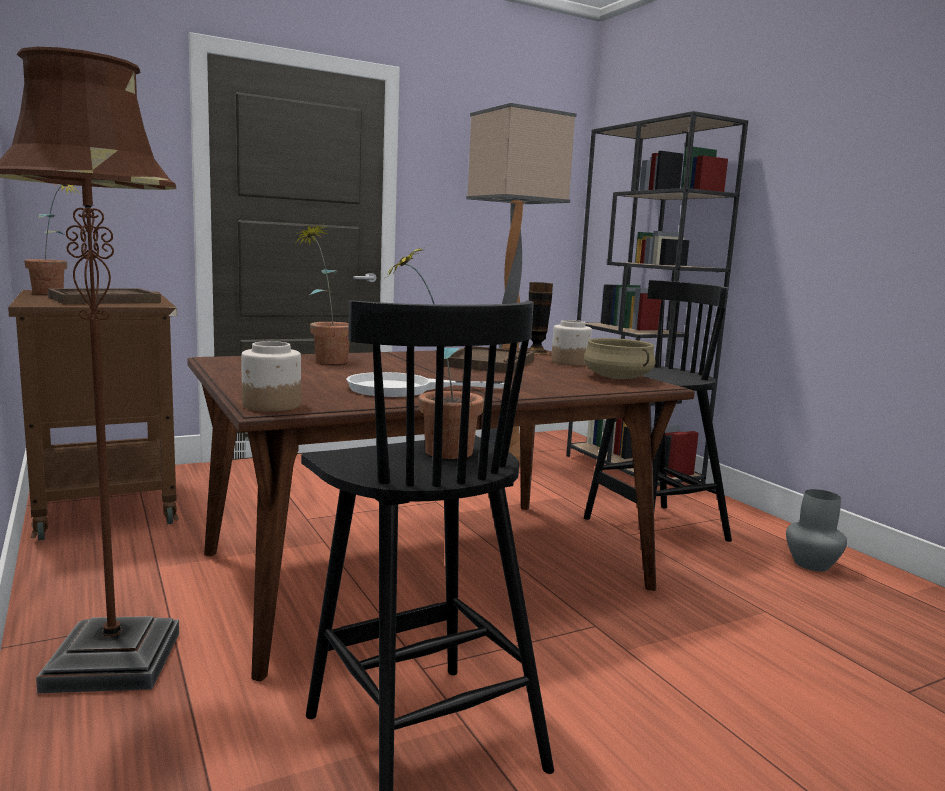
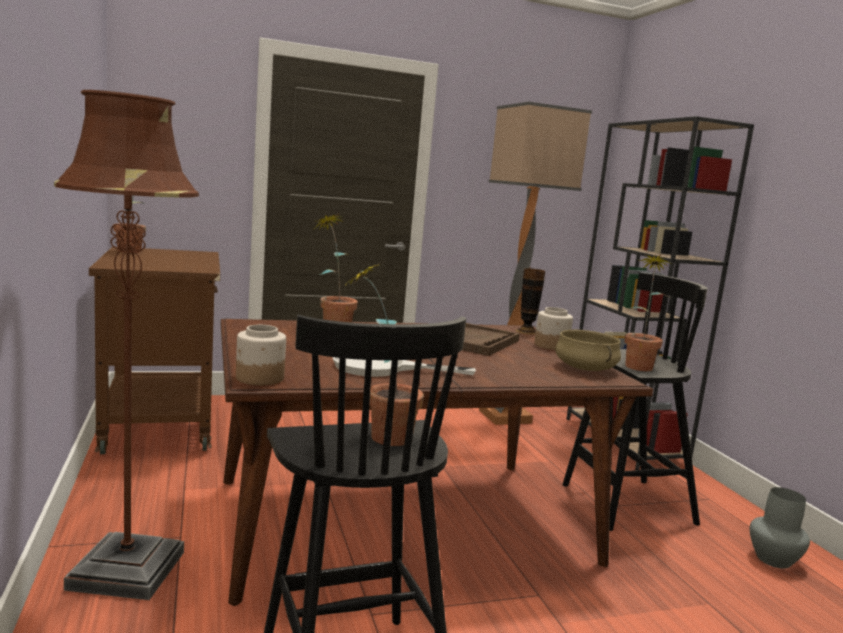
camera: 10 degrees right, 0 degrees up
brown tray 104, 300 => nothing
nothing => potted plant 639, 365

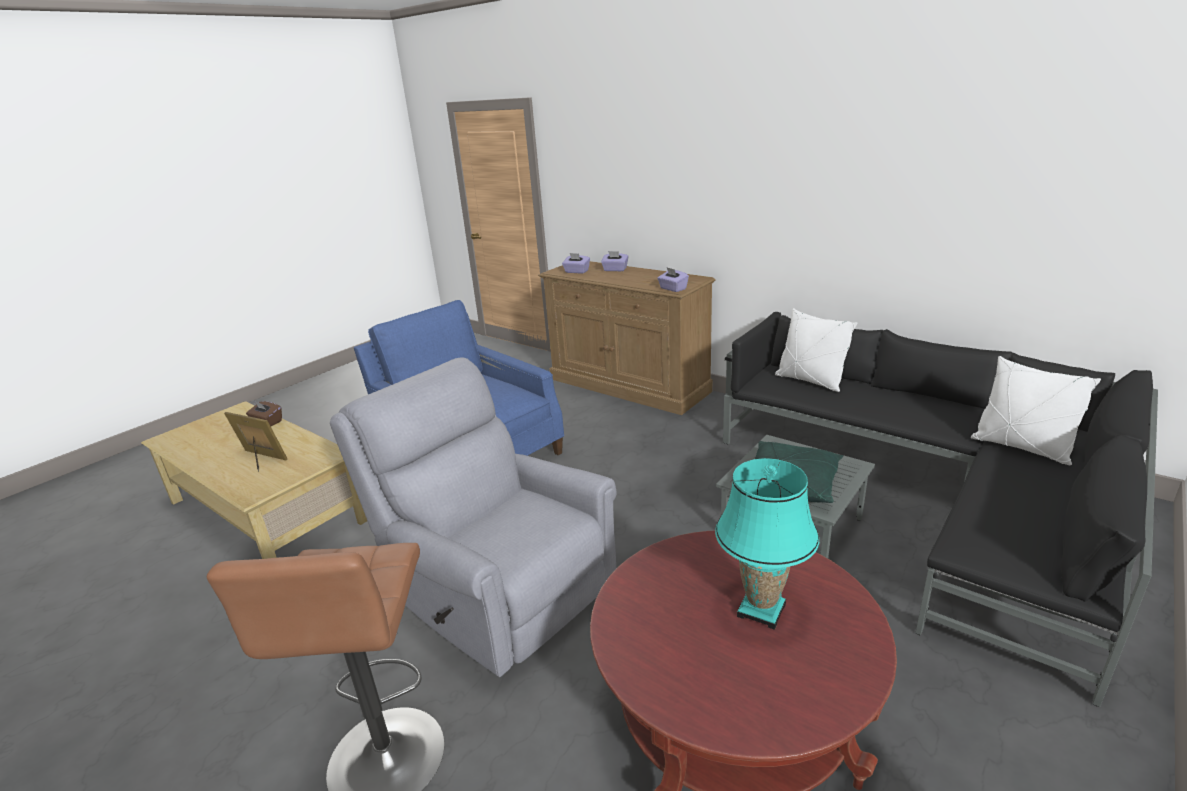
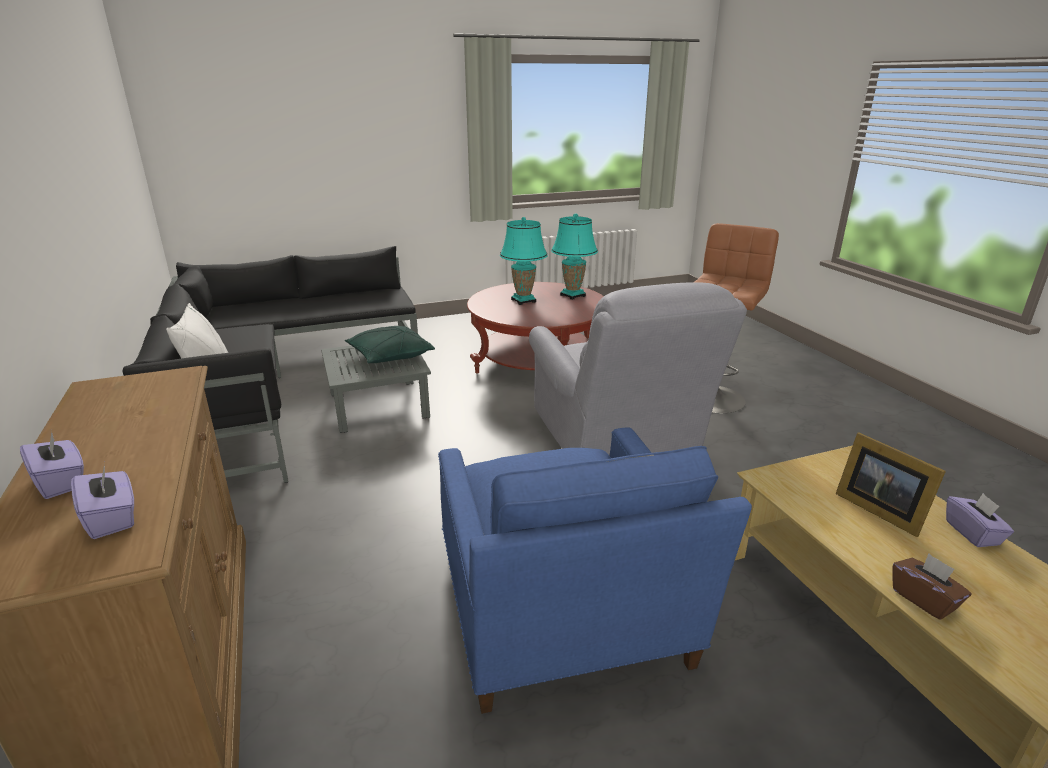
camera: 150 degrees left, 0 degrees up
white pillow 1021, 447 => nothing
nothing => turquoise table lamp 572, 295
purple tissue box 672, 289 => purple tissue box 973, 533, move

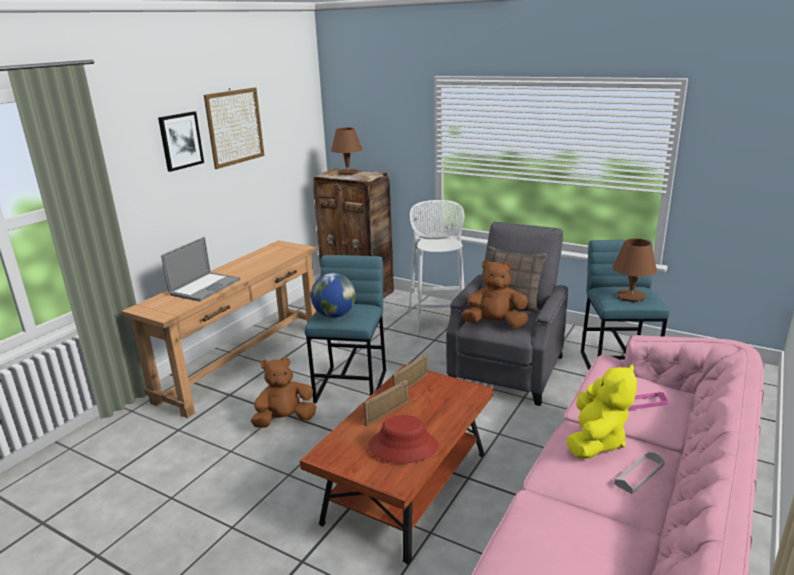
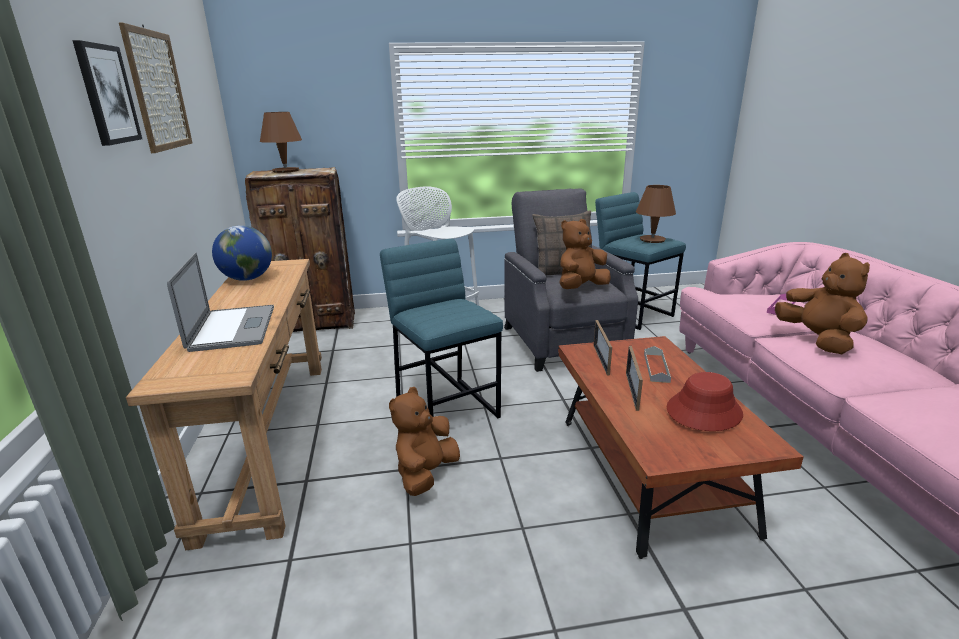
camera: 40 degrees left, 0 degrees up
globe 334, 315 => globe 247, 279, move
grey tray 639, 474 => grey tray 656, 367, move
yellow plush toy 596, 441 => brown plush toy 817, 340

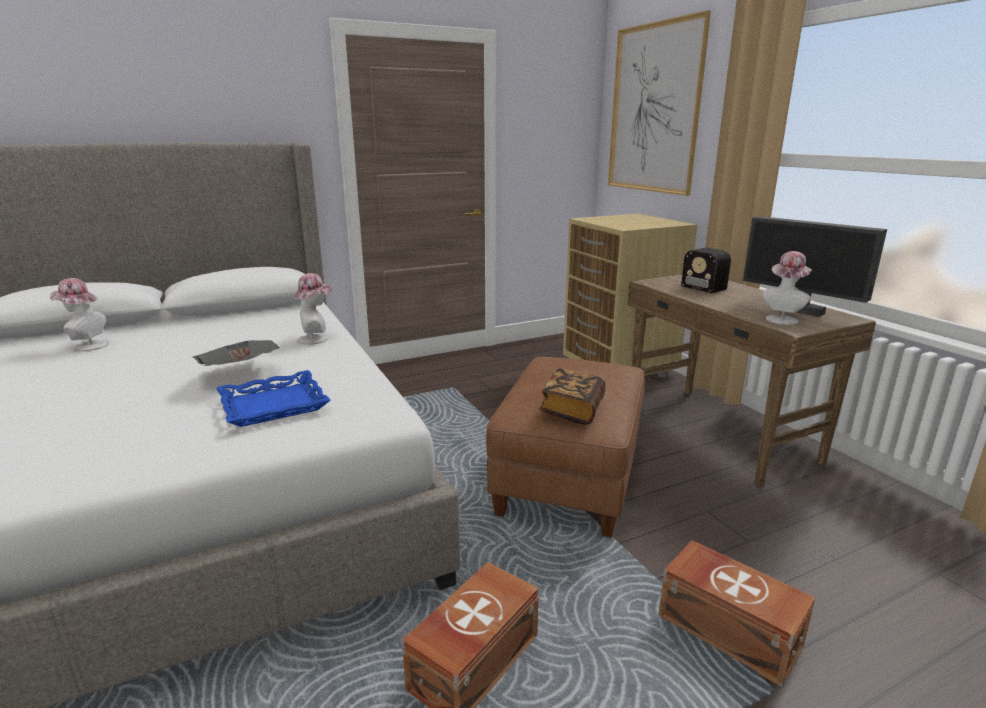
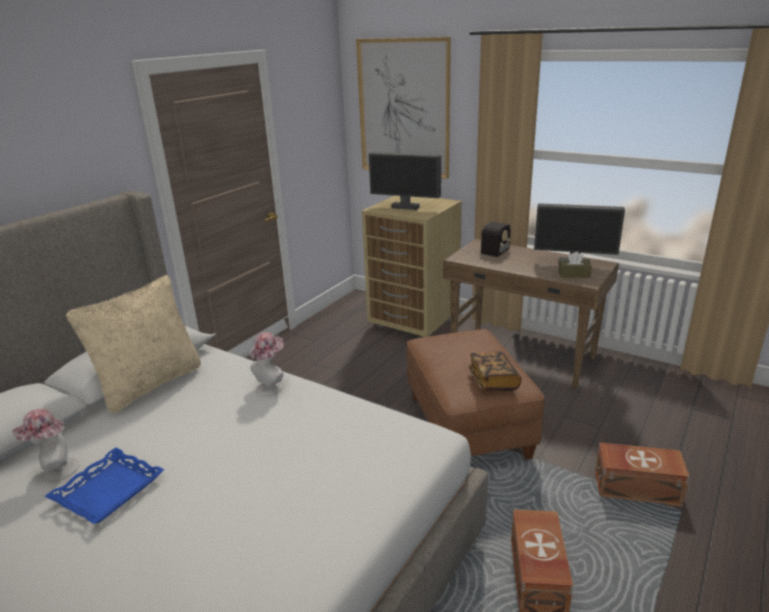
camera: 30 degrees left, 5 degrees up
newspaper 241, 374 => nothing
nothing => beige pillow 152, 385
nothing => monitor 405, 207
blue tray 273, 405 => blue tray 108, 491, move
hat 782, 319 => brown tissue box 574, 274
radio 693, 285 => radio 488, 254, 75 degrees counterclockwise

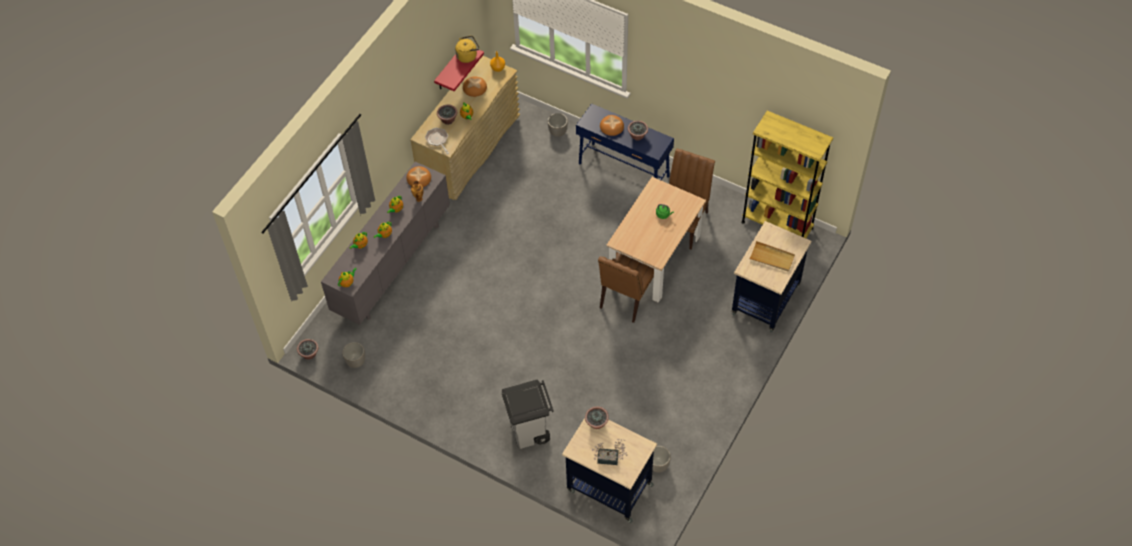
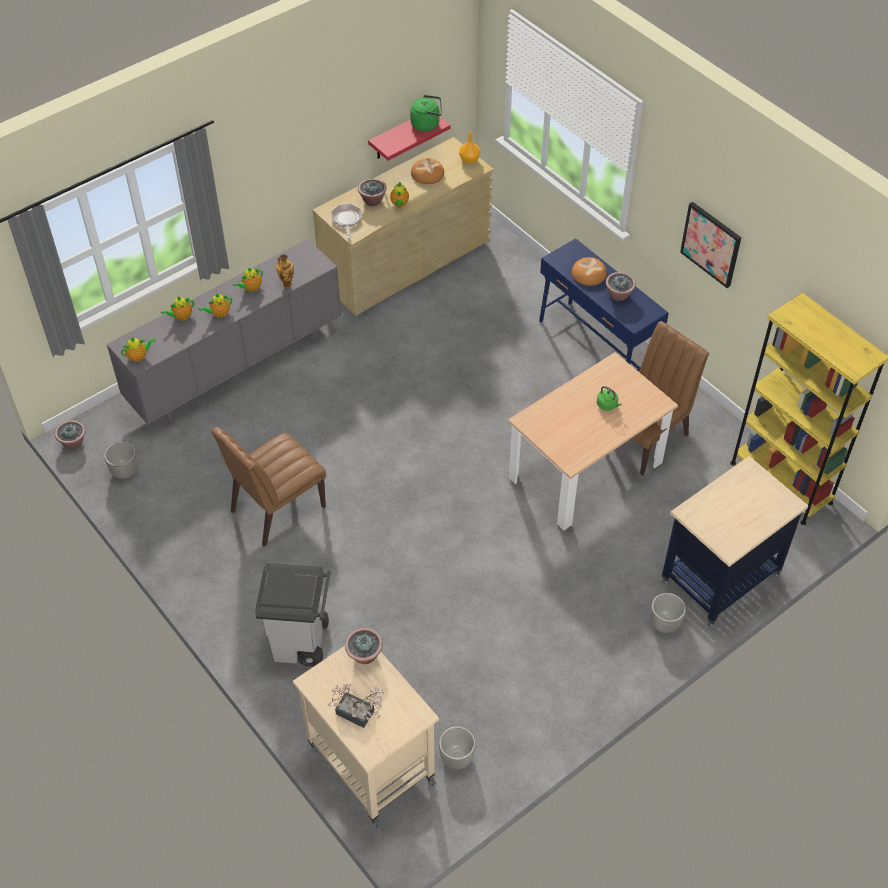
camera: 20 degrees right, 5 degrees down
bread 418, 178 => nothing
beige tray 772, 258 => nothing
nothing => picture 711, 244
planter 558, 132 => planter 665, 624, move
brown chair 628, 295 => brown chair 278, 508, move
yellow kettle 468, 56 => green kettle 427, 124
blue cart 609, 488 => beige cart 370, 764

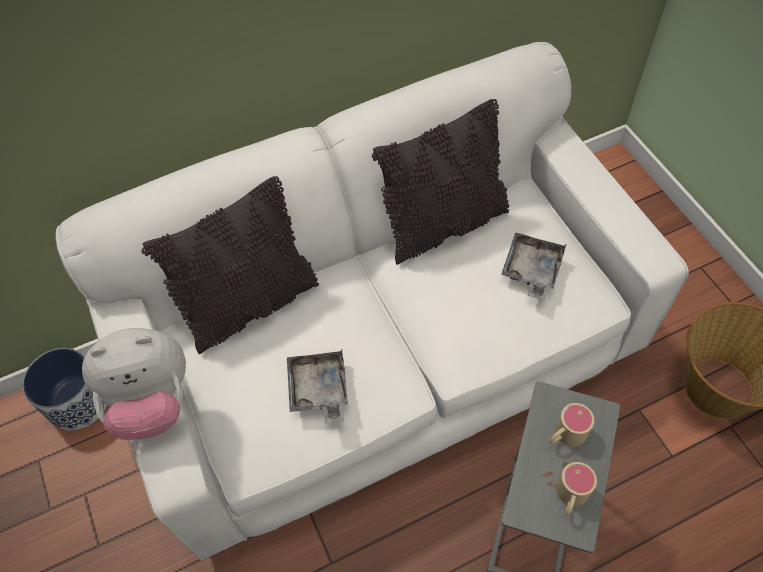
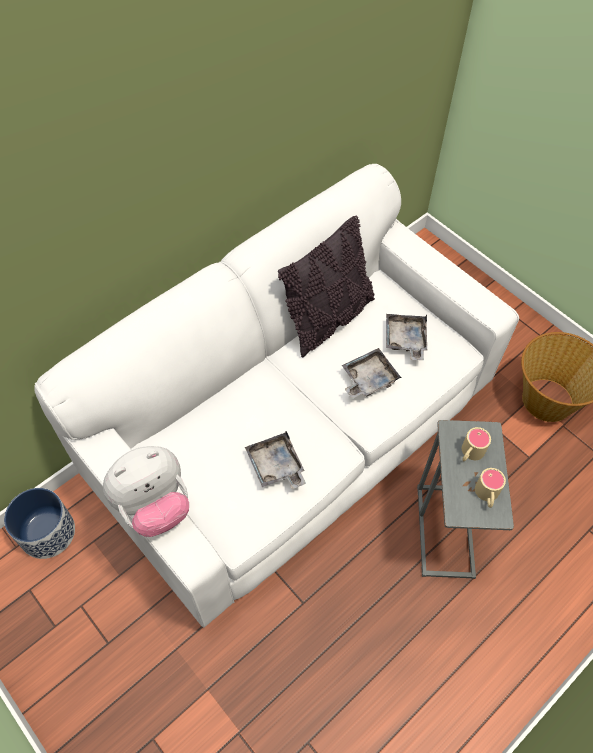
camera: 20 degrees left, 0 degrees up
black pillow 250, 304 => nothing
nothing => grey tray 368, 379

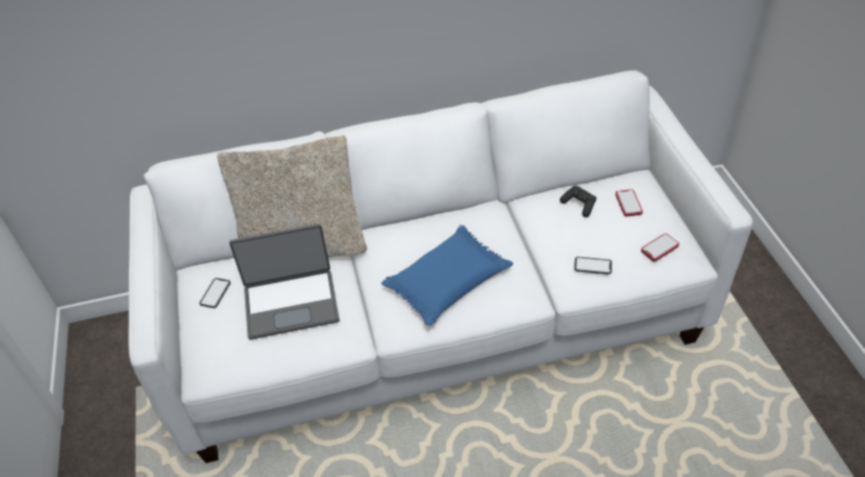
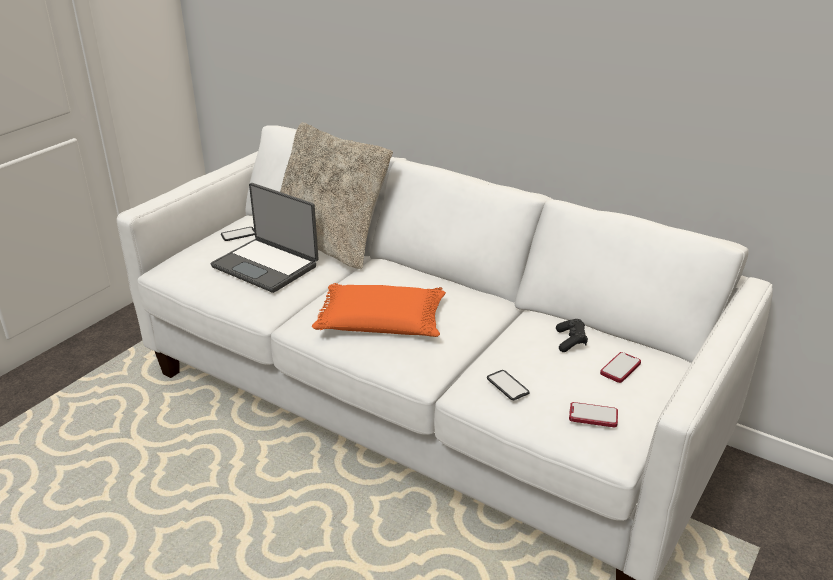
camera: 45 degrees right, 15 degrees down
blue pillow 447, 279 => orange pillow 381, 318

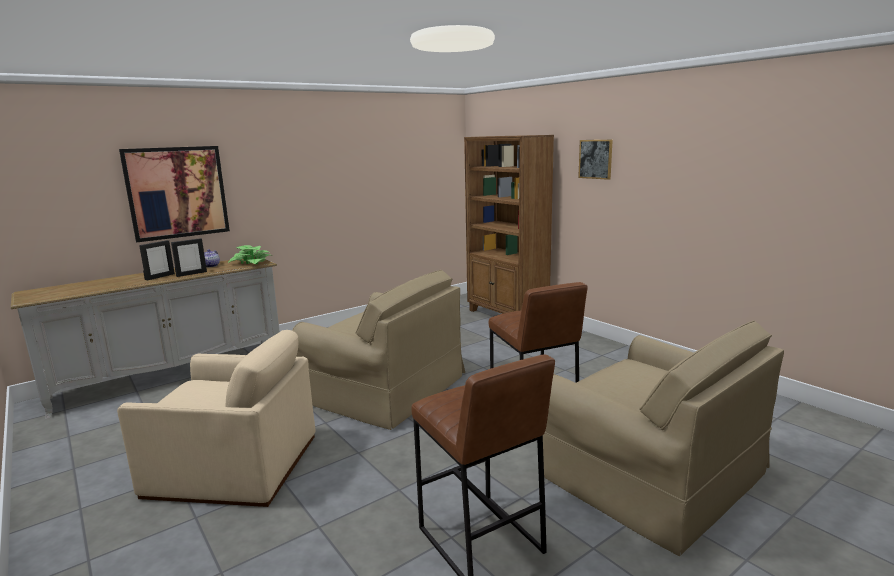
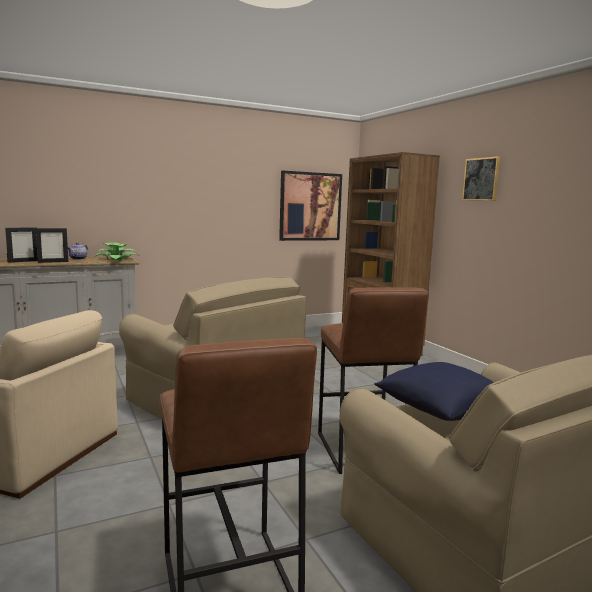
camera: 10 degrees right, 5 degrees down
nothing => blue pillow 441, 409
picture 177, 192 => picture 310, 206, move

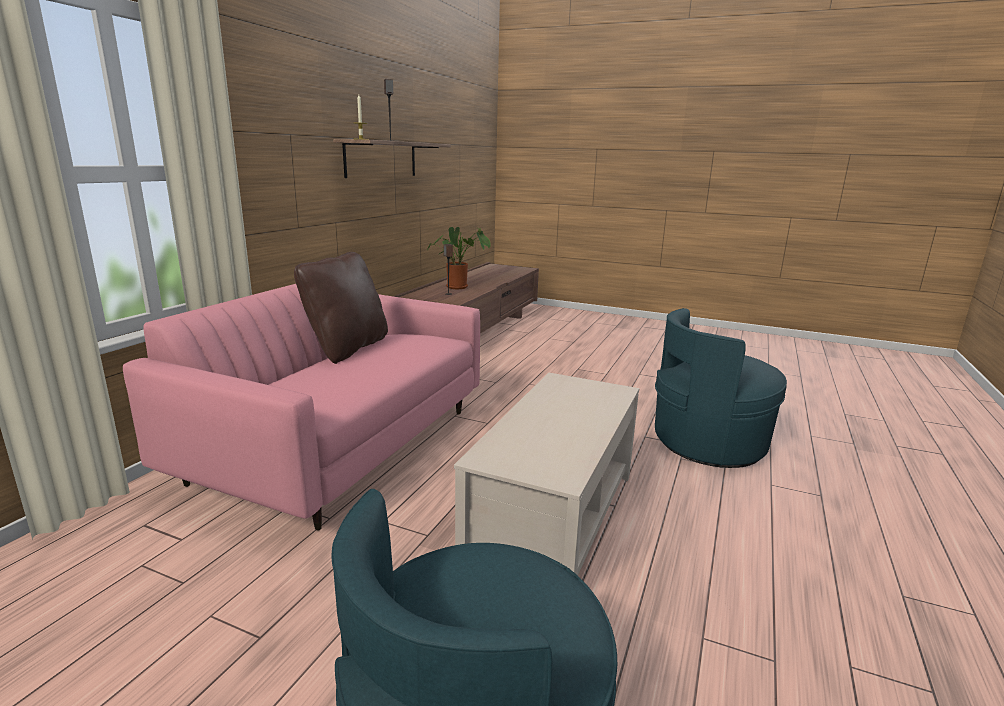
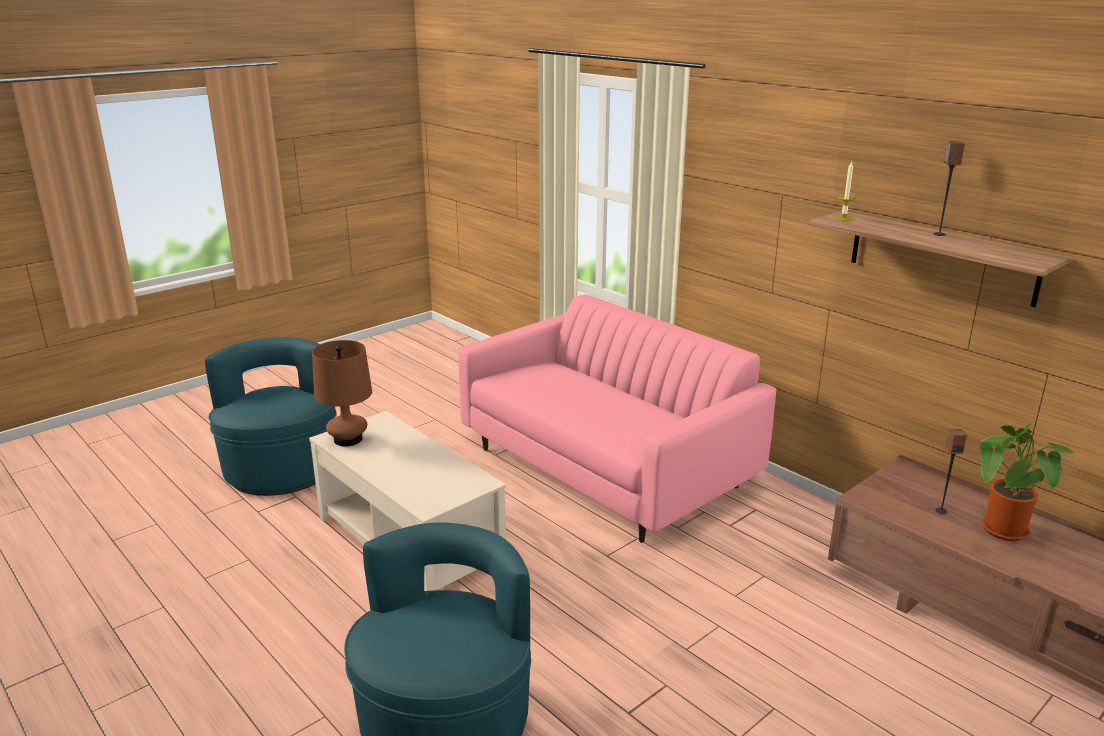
camera: 115 degrees right, 5 degrees up
brown pillow 347, 348 => nothing
nothing => brown table lamp 348, 439

